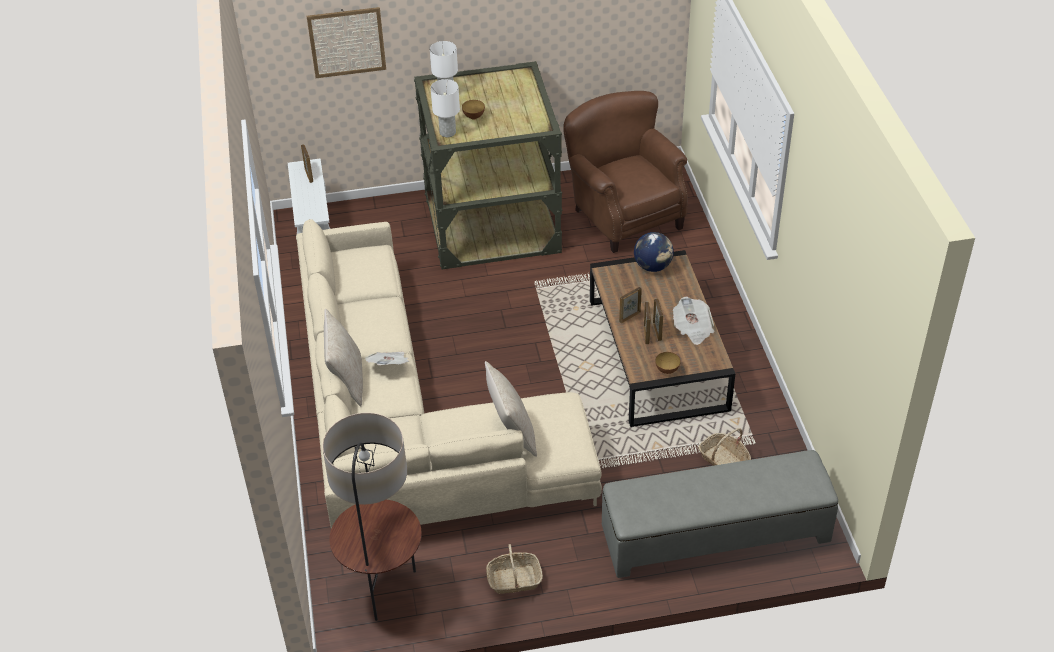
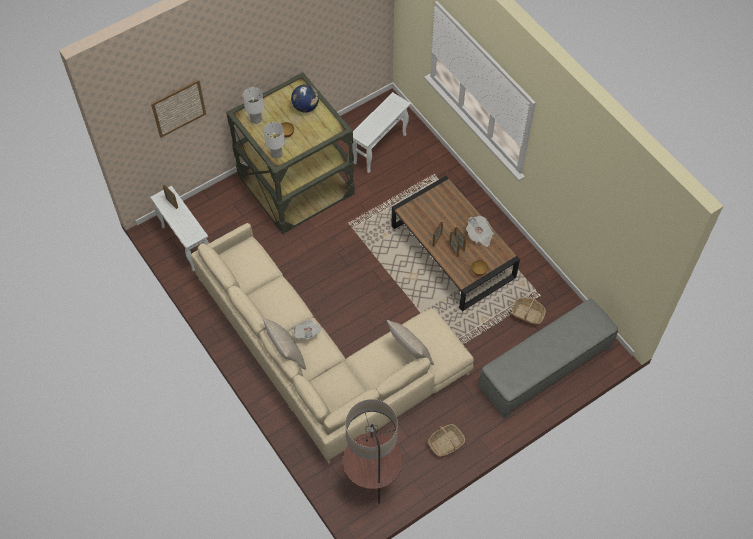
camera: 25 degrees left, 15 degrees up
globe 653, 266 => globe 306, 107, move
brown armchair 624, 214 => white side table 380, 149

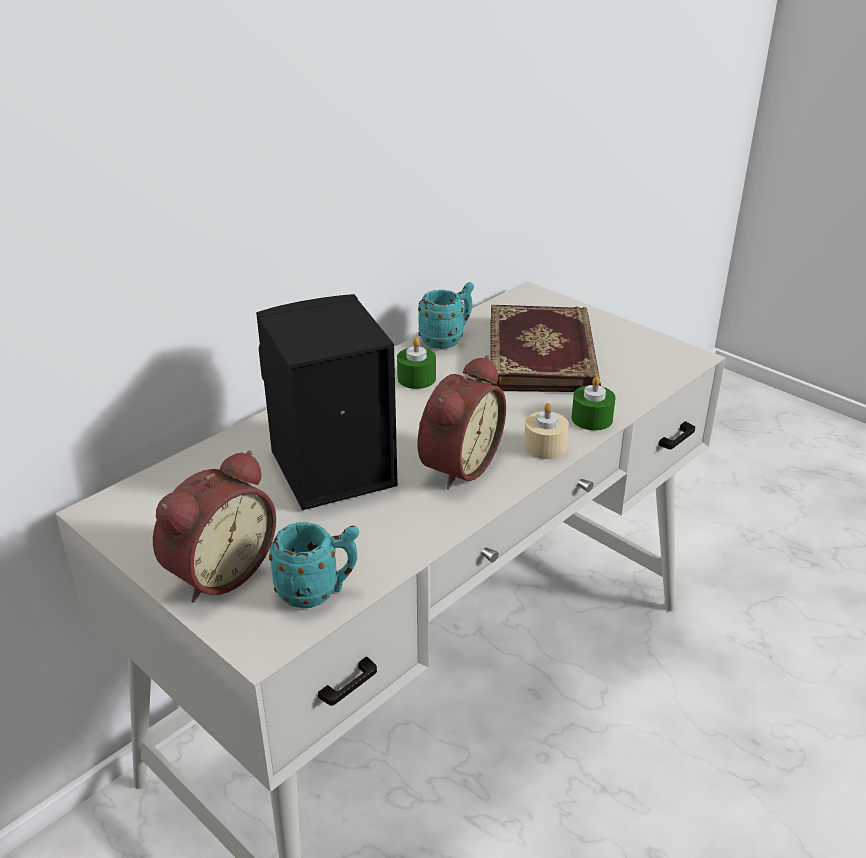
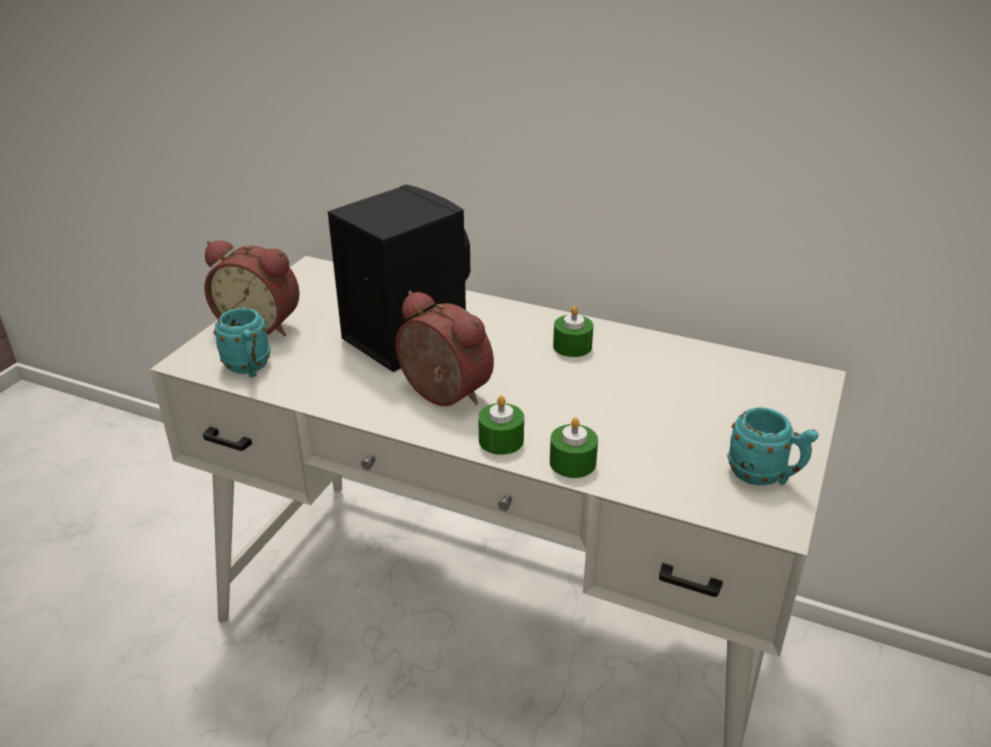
camera: 70 degrees right, 0 degrees up
book 544, 354 => nothing
turquoise mug 447, 339 => turquoise mug 765, 476, move
beige candle 545, 446 => green candle 501, 440
alarm clock 456, 465 => alarm clock 441, 396, 150 degrees counterclockwise

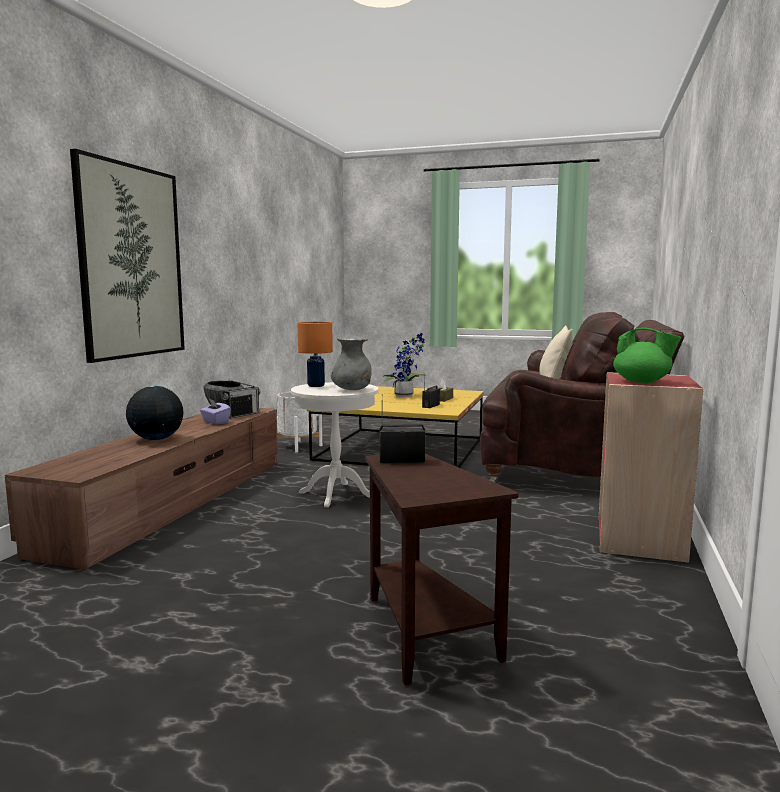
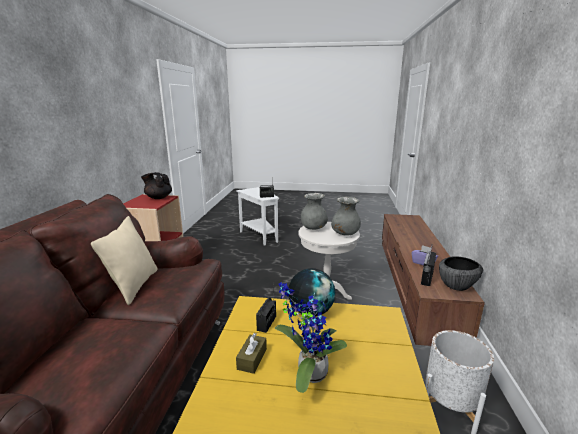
camera: 170 degrees right, 10 degrees up
picture 131, 262 => nothing
globe 156, 439 => globe 311, 312, move
orange table lamp 316, 386 => grey vase 345, 234
brown side table 425, 635 => white side table 260, 235
green teapot 642, 382 => black teapot 158, 197

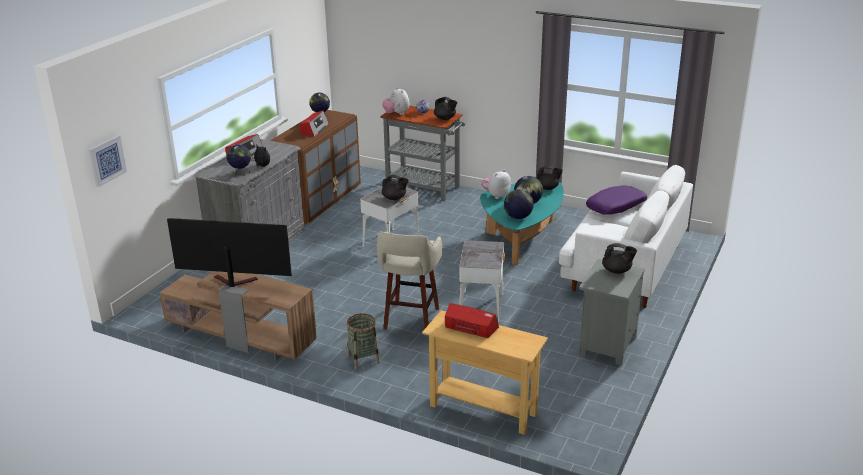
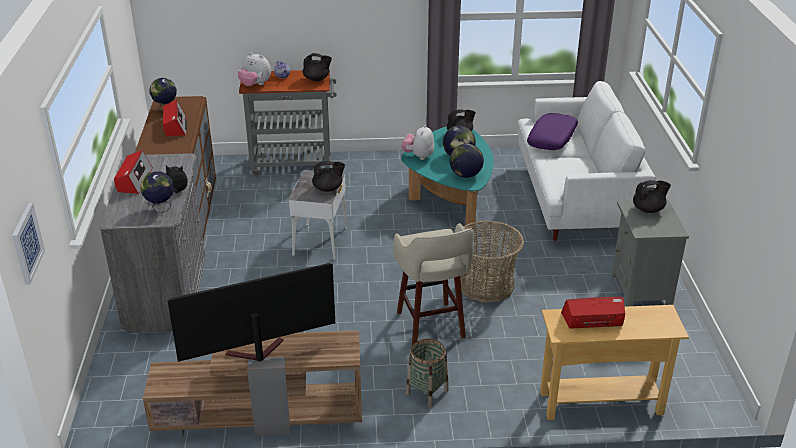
camera: 30 degrees left, 5 degrees up
side table 482, 306 => basket 486, 285

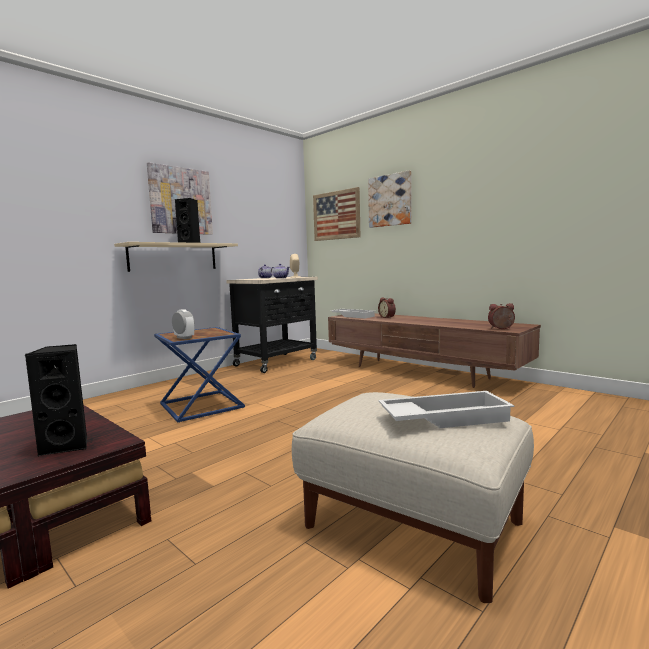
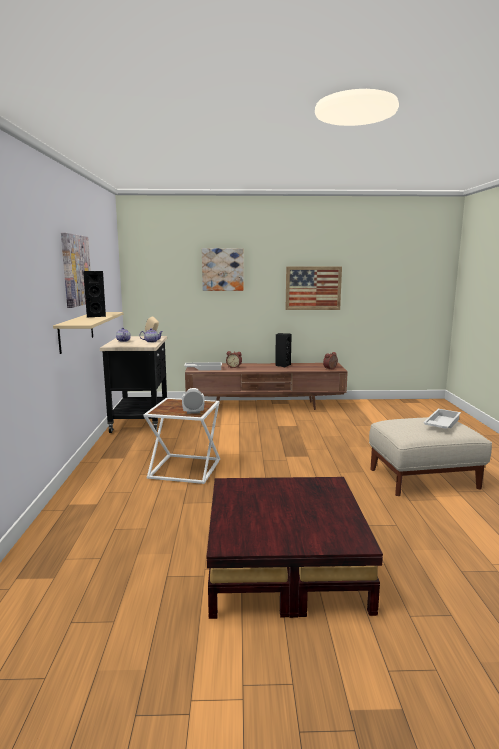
camera: 45 degrees left, 5 degrees up
black speaker 68, 445 => black speaker 282, 365, move
picture 336, 215 => picture 313, 288, move
blue side table 200, 406 => white side table 183, 469

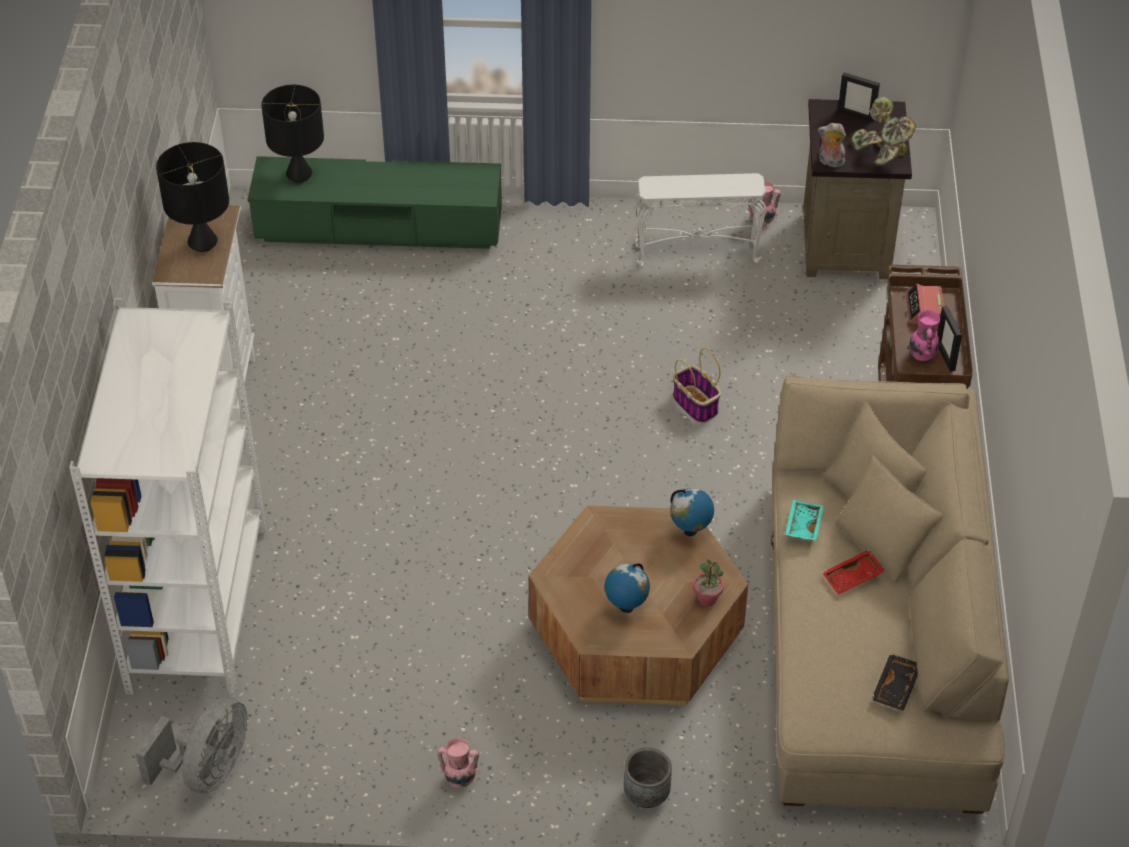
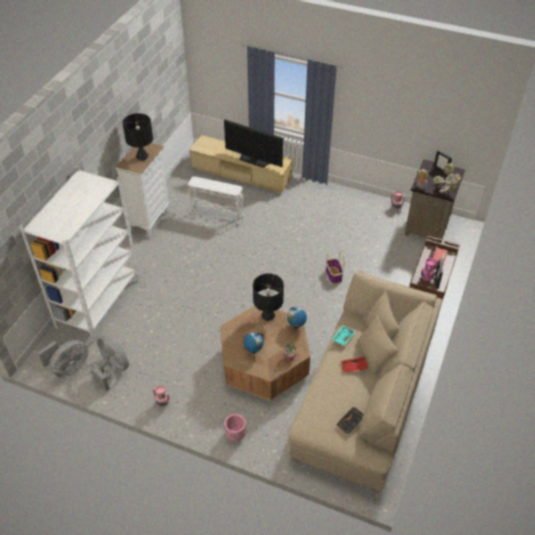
camera: 20 degrees right, 0 degrees up
nothing => grey fan 112, 369
nothing => television 254, 160
black table lamp 299, 175 => black table lamp 268, 316, move
white side table 697, 254 => white side table 217, 215, move
green tv stand 379, 228 => beige tv stand 241, 174
grey planter 647, 794 => pink planter 235, 434

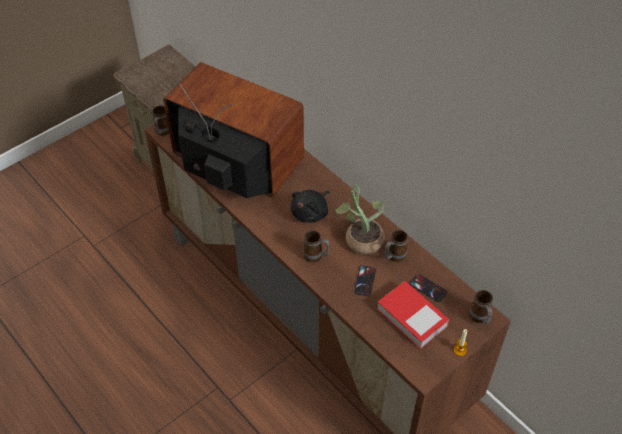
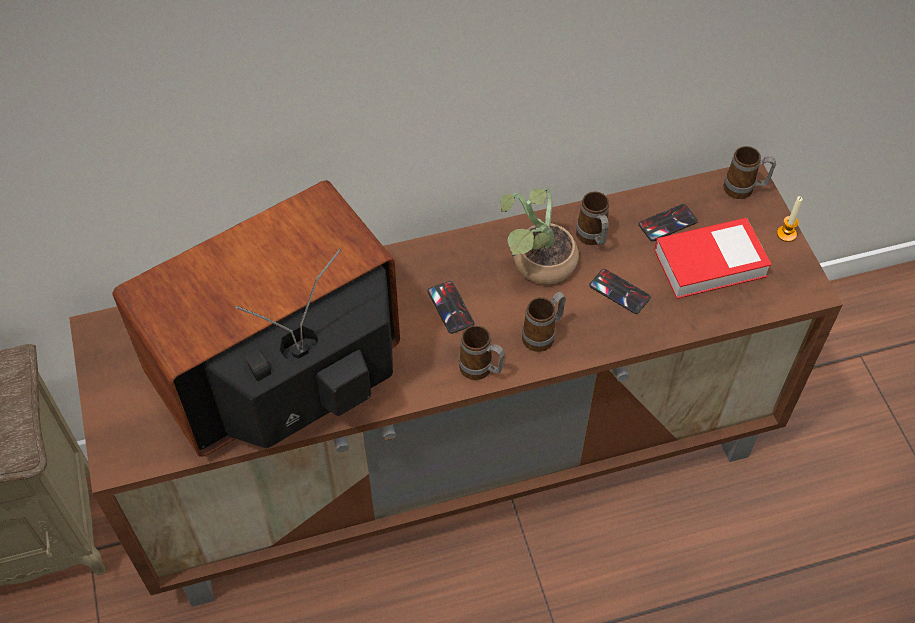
camera: 65 degrees left, 5 degrees up
mug 162, 133 => mug 481, 370, move
black plush toy 311, 213 => phone 450, 307

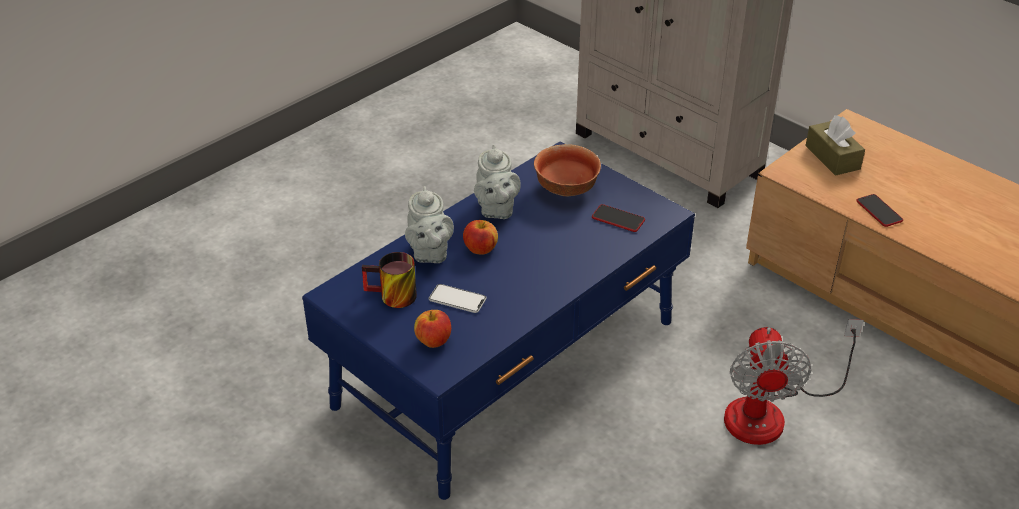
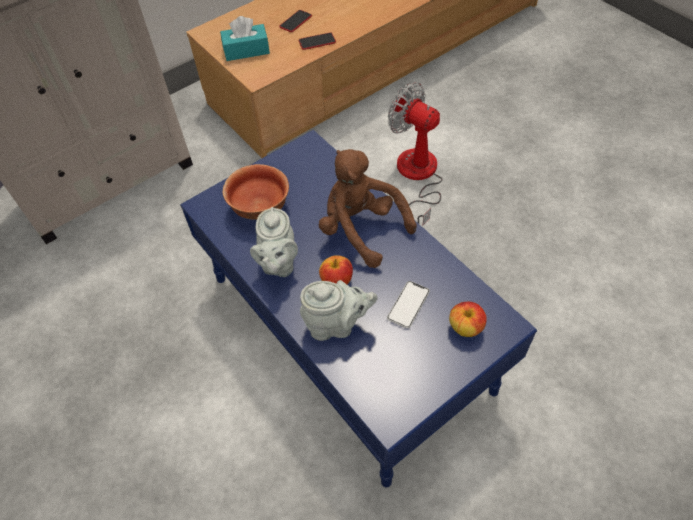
camera: 80 degrees left, 15 degrees up
mug 391, 297 => nothing
nothing => brown plush toy 361, 229
phone 618, 219 => phone 295, 22, move
brown tissue box 832, 157 => turquoise tissue box 246, 50
grey teapot 496, 210 => grey teapot 278, 264, 90 degrees clockwise
fan 770, 412 => fan 417, 177, 150 degrees counterclockwise

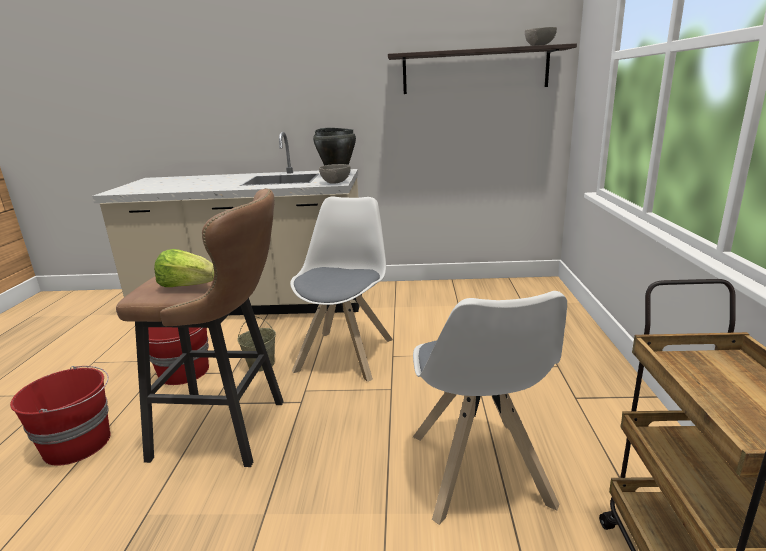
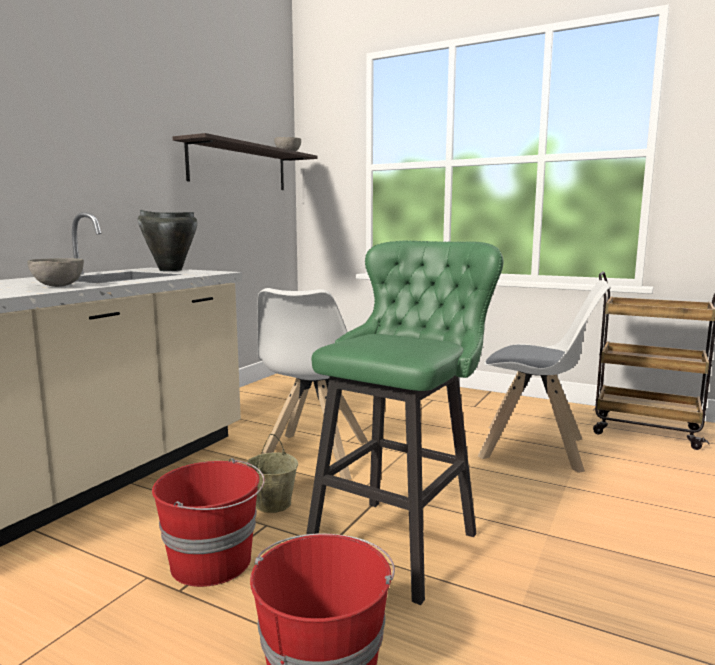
camera: 65 degrees left, 10 degrees down
lettuce 188, 286 => nothing
grey bowl 335, 182 => grey bowl 57, 286, move
brown stool 235, 430 => green stool 403, 536
chair 346, 353 => chair 313, 457, 120 degrees counterclockwise

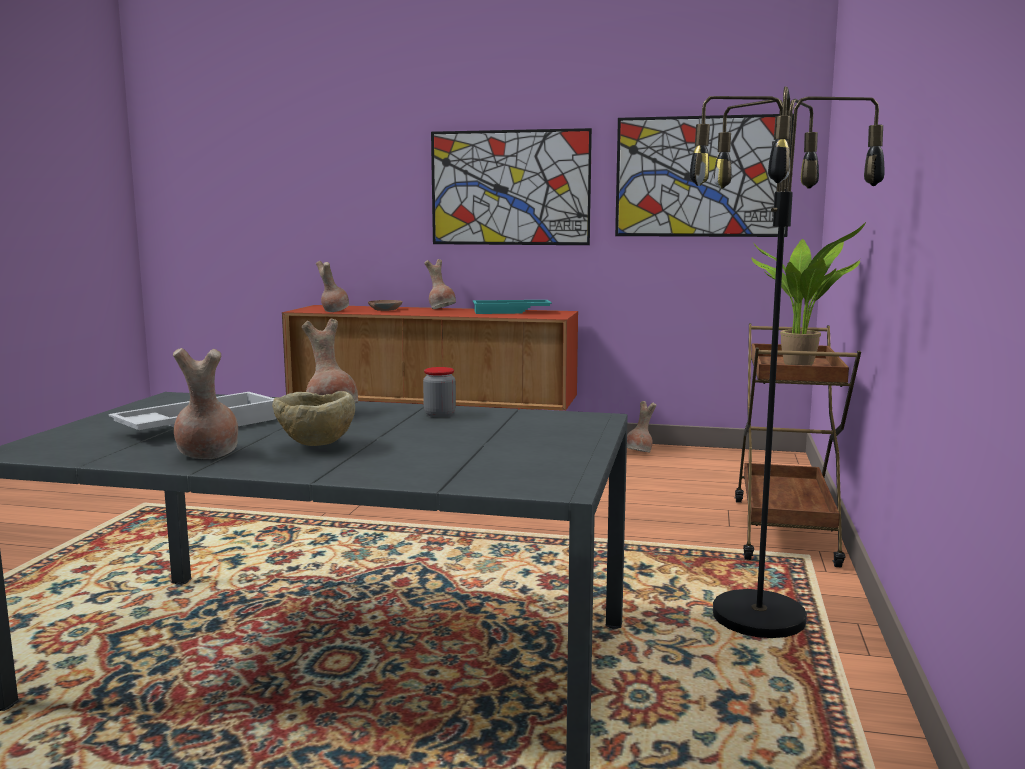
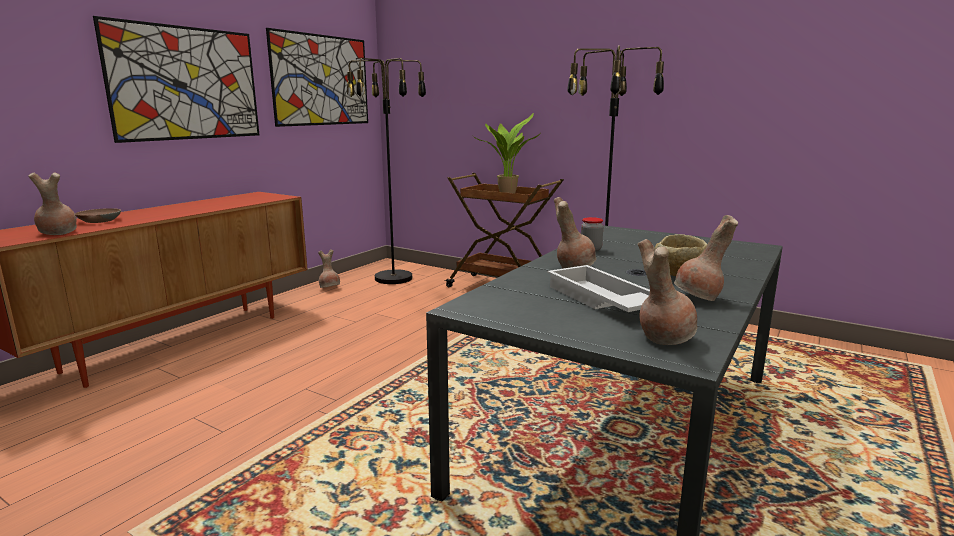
camera: 70 degrees left, 5 degrees up
turquoise tray 511, 312 => nothing
nothing => floor lamp 392, 279
brown vase 442, 309 => brown vase 663, 338, move

